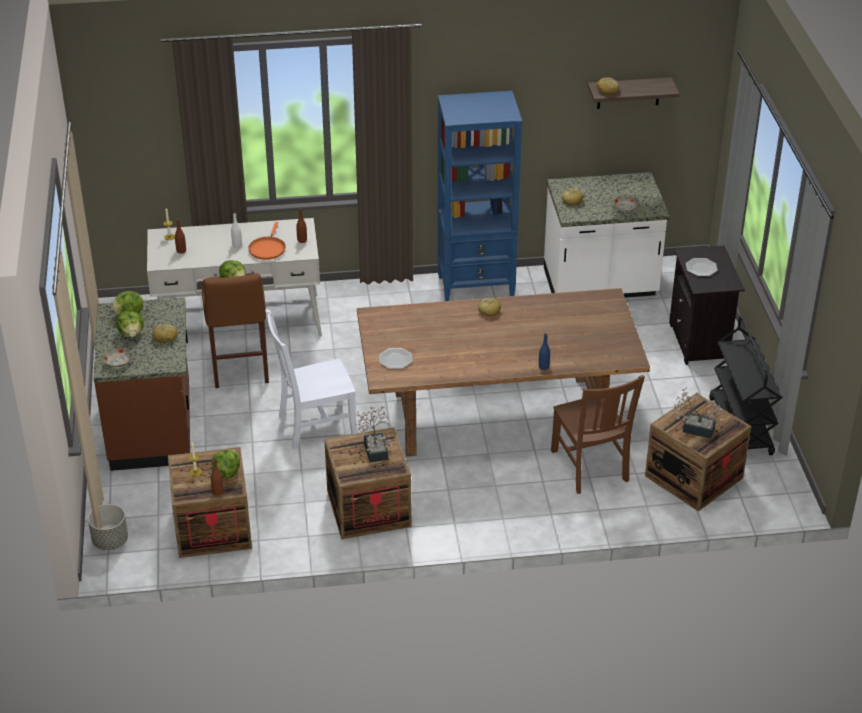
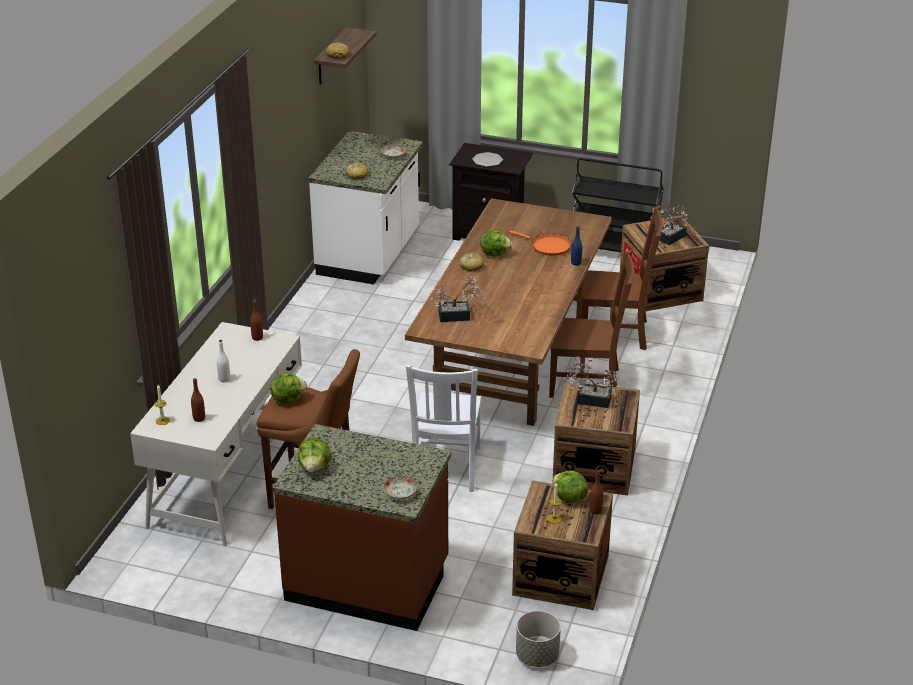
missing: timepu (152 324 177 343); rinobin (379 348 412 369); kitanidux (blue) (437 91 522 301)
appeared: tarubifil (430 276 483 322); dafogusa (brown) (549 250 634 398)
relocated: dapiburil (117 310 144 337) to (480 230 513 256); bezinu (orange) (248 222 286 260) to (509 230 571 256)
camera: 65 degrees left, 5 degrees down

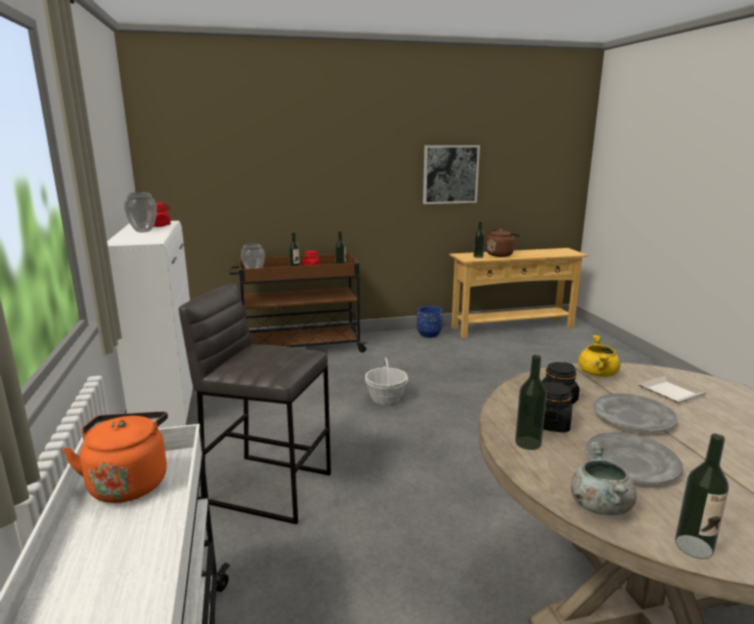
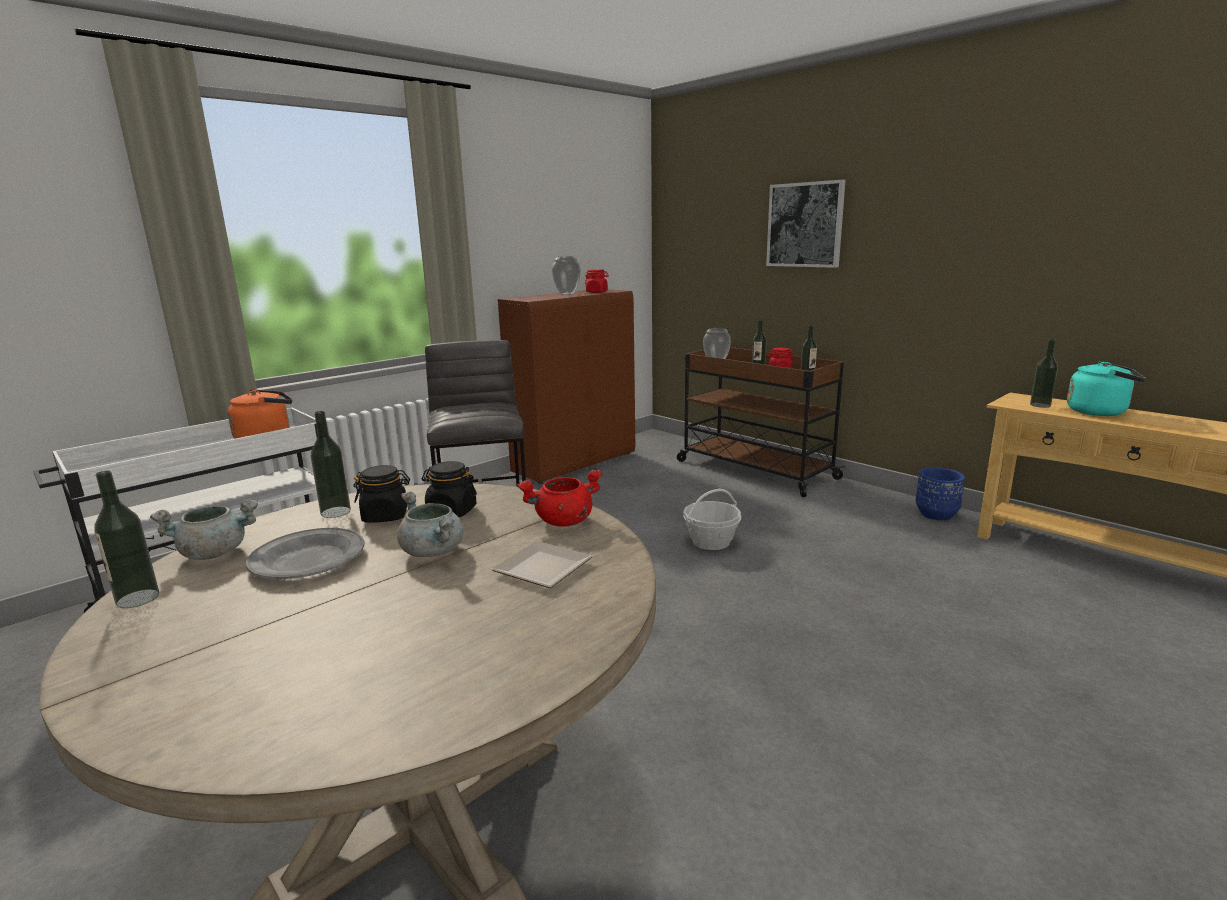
relocated: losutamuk (423 145 480 204) to (766 180 846 268)
exchanged: rinobin (grey) (593 393 678 432) to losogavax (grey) (397 491 463 557)
colour: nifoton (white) (107 221 193 428) to nifoton (brown) (498 289 635 483); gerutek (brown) (486 229 520 257) to gerutek (turquoise) (1067 361 1146 416); losogavax (yellow) (578 335 620 377) to losogavax (red) (517 470 602 527)
camera: 60 degrees right, 0 degrees up

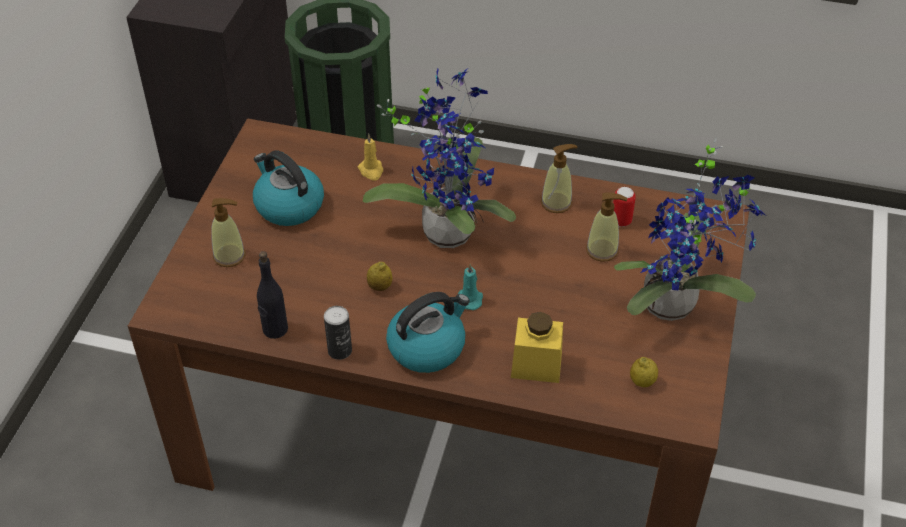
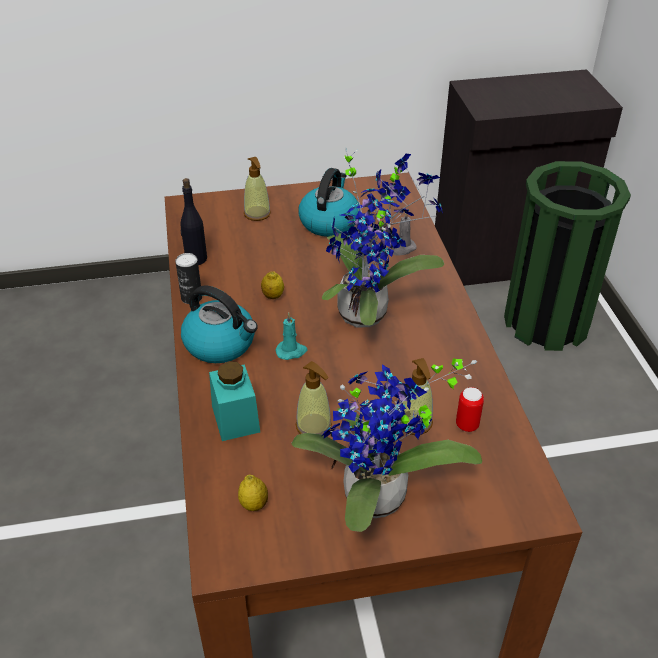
relocated: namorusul (541 144 577 213) to (296 361 332 434)
colour: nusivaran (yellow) (358 134 383 181) to nusivaran (grey) (392 211 417 256); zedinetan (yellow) (511 312 563 383) to zedinetan (turquoise) (209 362 260 441)
camera: 65 degrees right, 5 degrees down

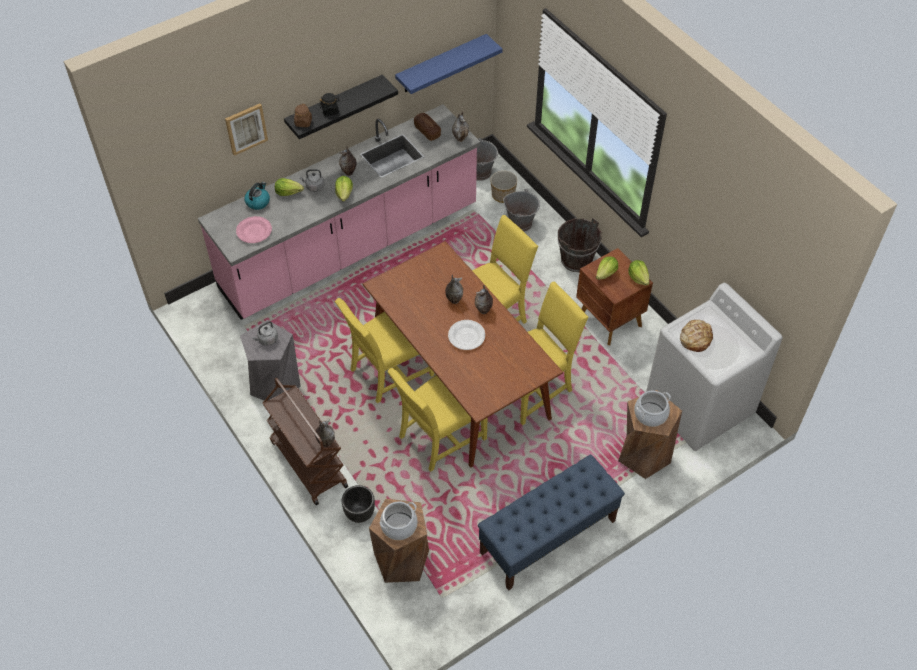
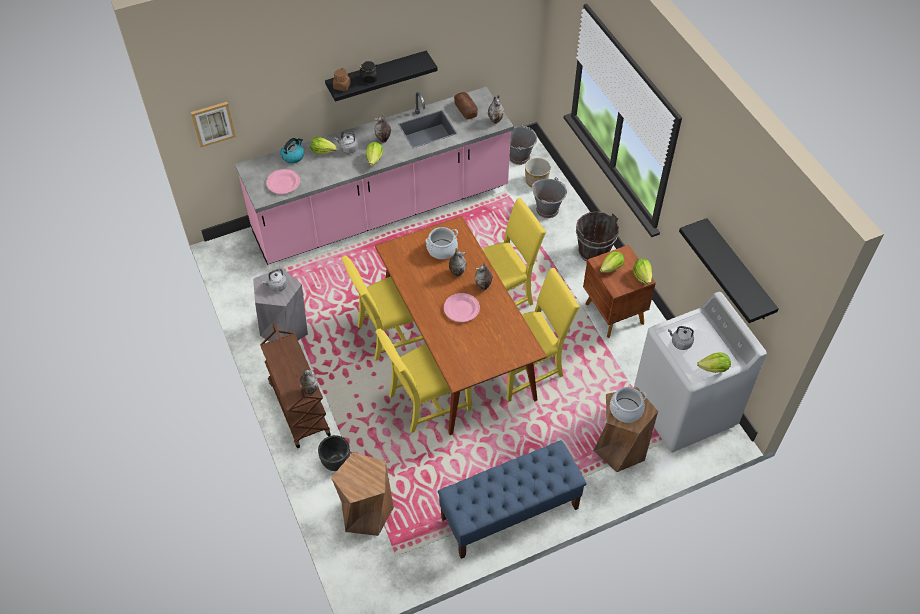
missing: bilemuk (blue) (395 34 503 94)
appeared: bilemuk (black) (679 218 779 323); dapiburil (697 352 731 373)
relocated: losutamuk (225 104 268 156) to (191 102 236 147); losogavax (380 501 418 540) to (425 227 458 259)
exchanged: timepu (680 320 713 352) to gerutek (grey) (668 326 694 350)
colour: rinobin (white) (448 320 485 350) to rinobin (pink) (444 293 480 322)
camera: 10 degrees right, 0 degrees up

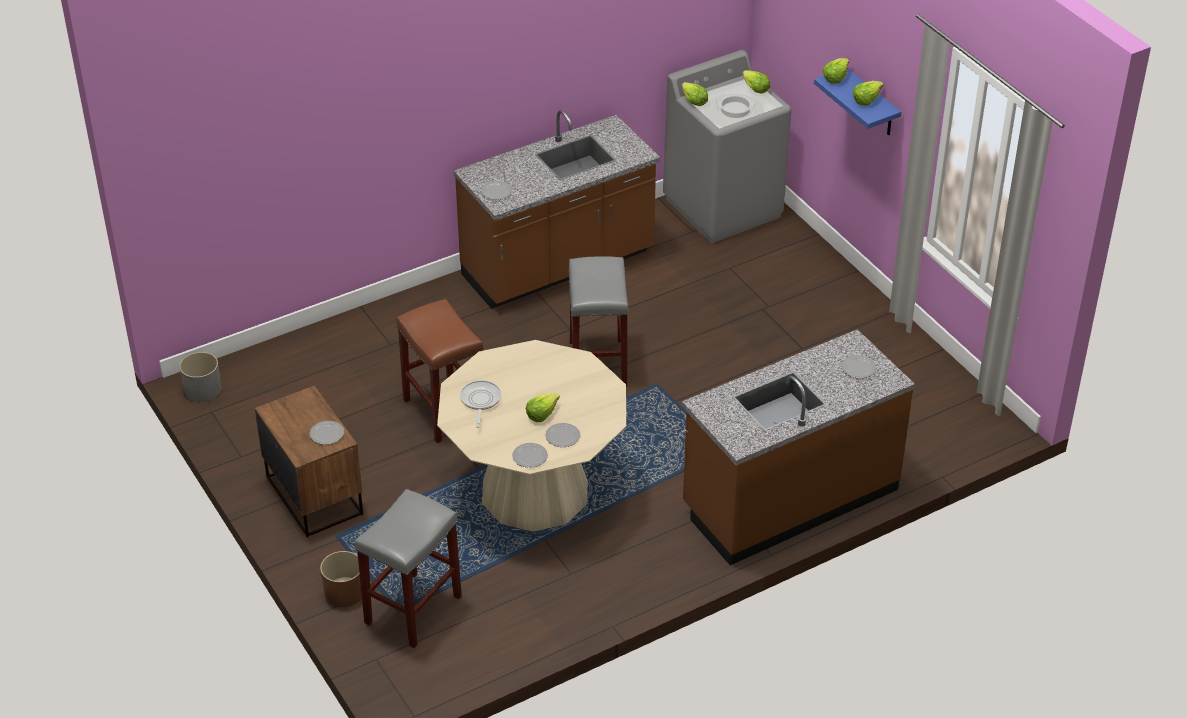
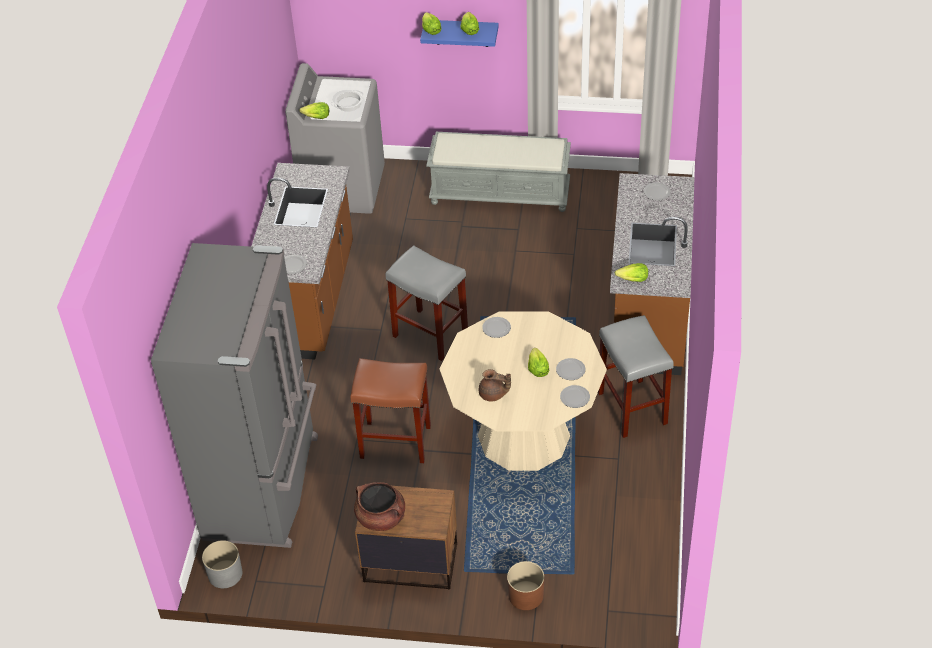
appeared: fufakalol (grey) (151 243 318 548); losogavax (brown) (354 482 405 531); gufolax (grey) (426 131 571 212)
relocated: rinobin (310 421 344 445) to (482 317 511 338); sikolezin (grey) (355 489 462 648) to (598 315 674 438); dapiburil (742 70 770 94) to (615 263 648 282)
exchanged: bezinu (460 380 501 428) to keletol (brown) (479 369 511 402)
camera: 50 degrees left, 5 degrees up

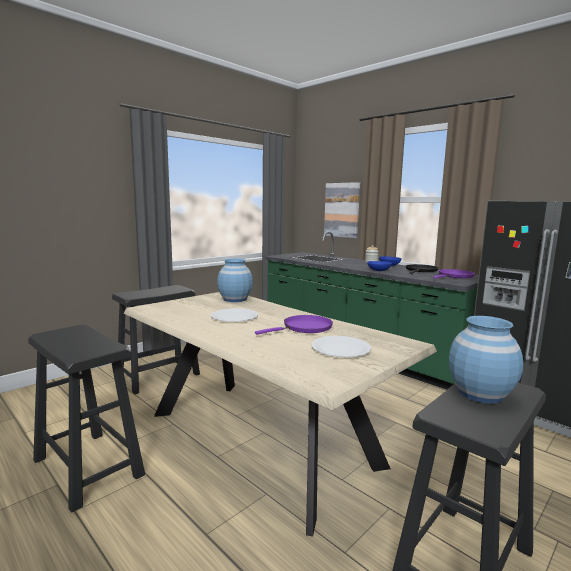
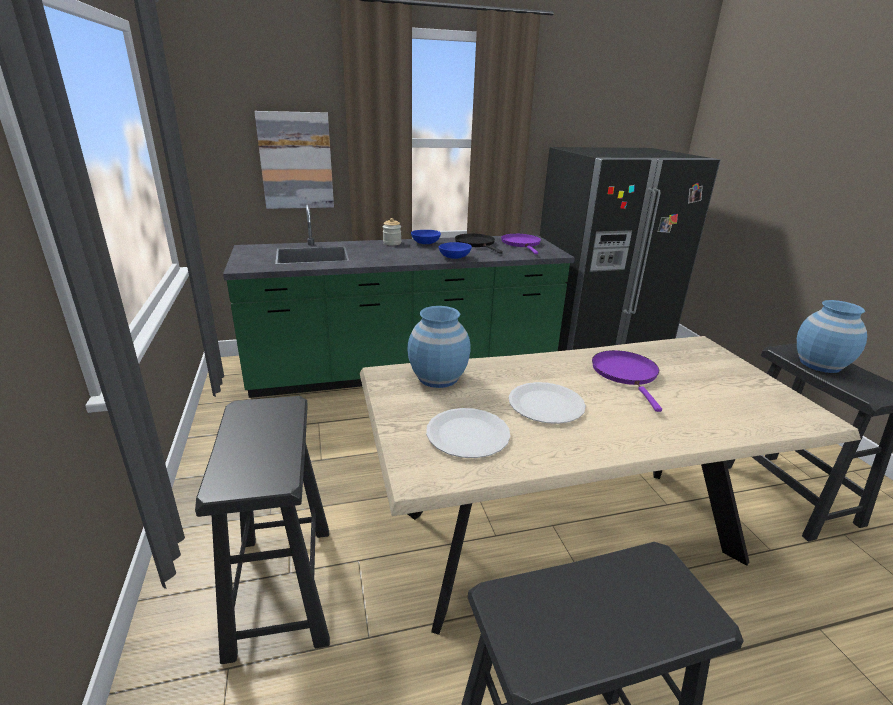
relocated: rinobin (white) (311 336 371 357) to (426 408 510 458)
camera: 60 degrees left, 15 degrees up

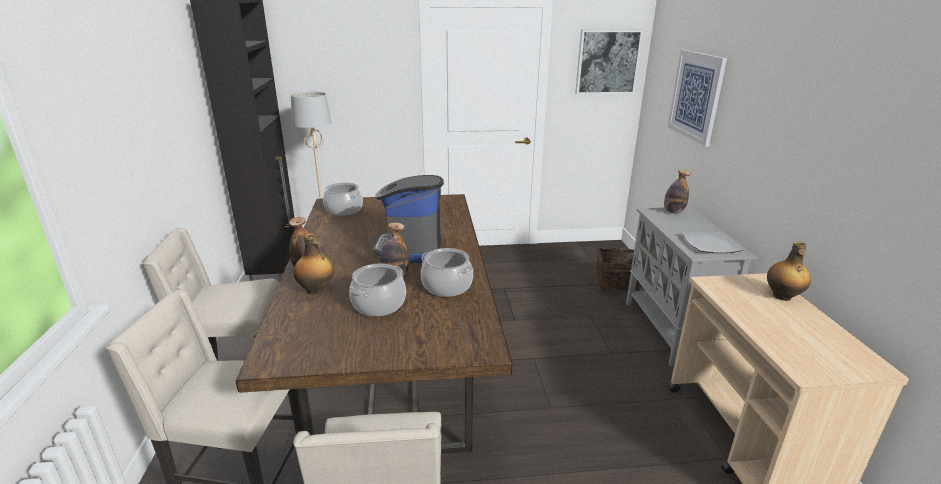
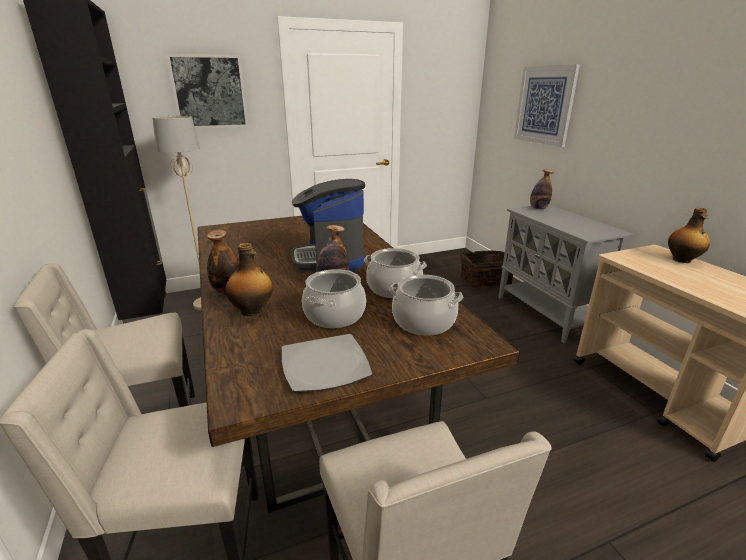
relocated: losogavax (323 182 363 216) to (389 275 463 336); losutamuk (575 29 643 95) to (166 54 248 129); rinobin (682 232 744 253) to (282 334 372 392)
camera: 15 degrees left, 0 degrees up

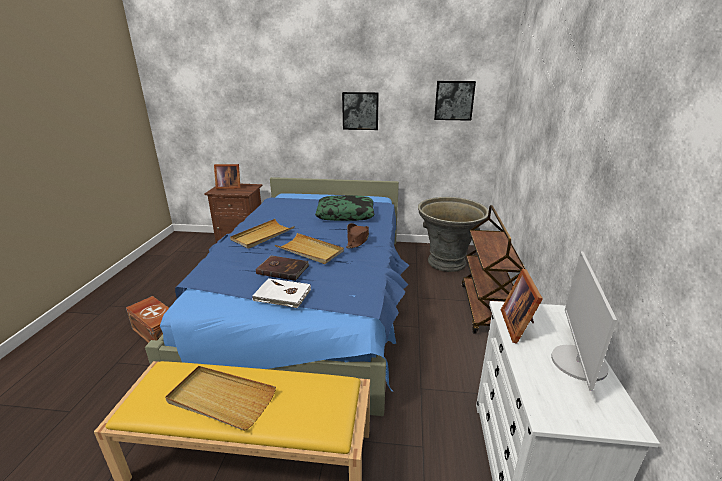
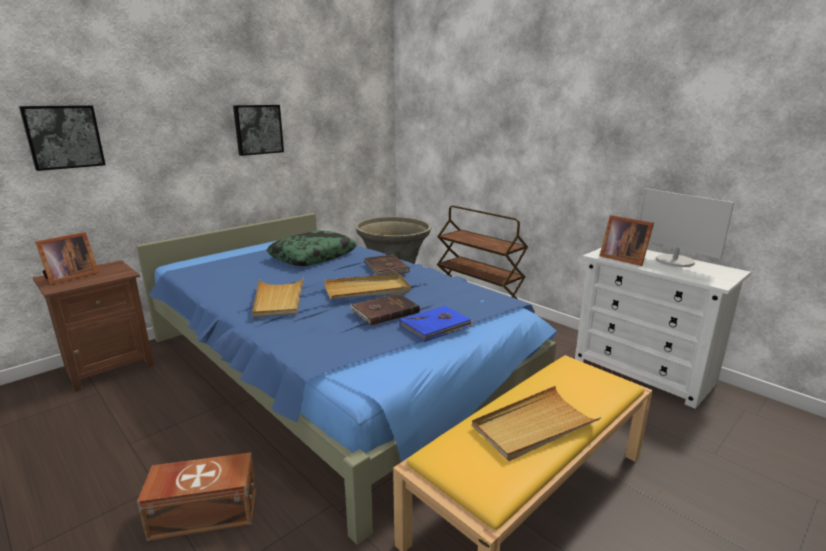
relocated: losutamuk (434 81 476 121) to (19 105 106 171)
exchanged: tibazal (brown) (346 223 369 249) to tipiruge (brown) (364 254 410 276)
colour: tipiruge (white) (252 278 311 308) to tipiruge (blue) (399 306 474 342)
camera: 50 degrees left, 5 degrees down

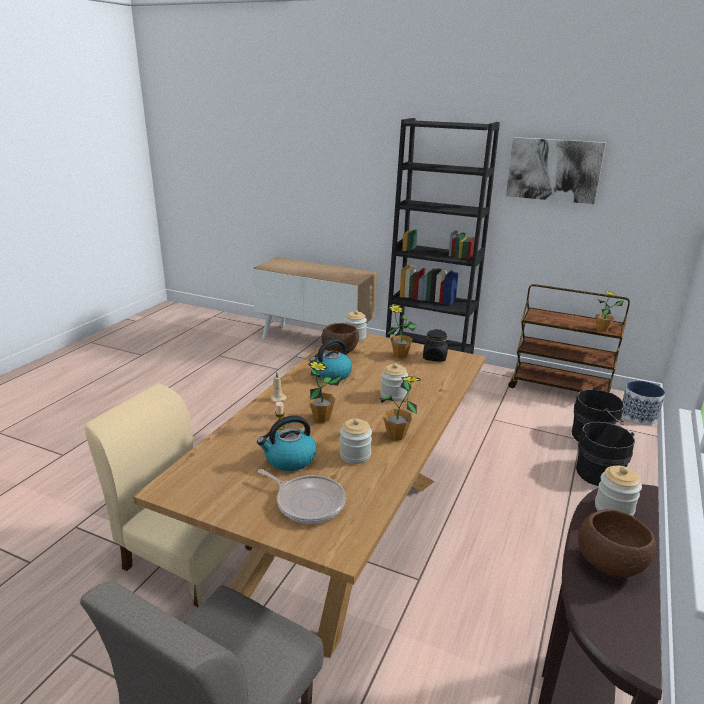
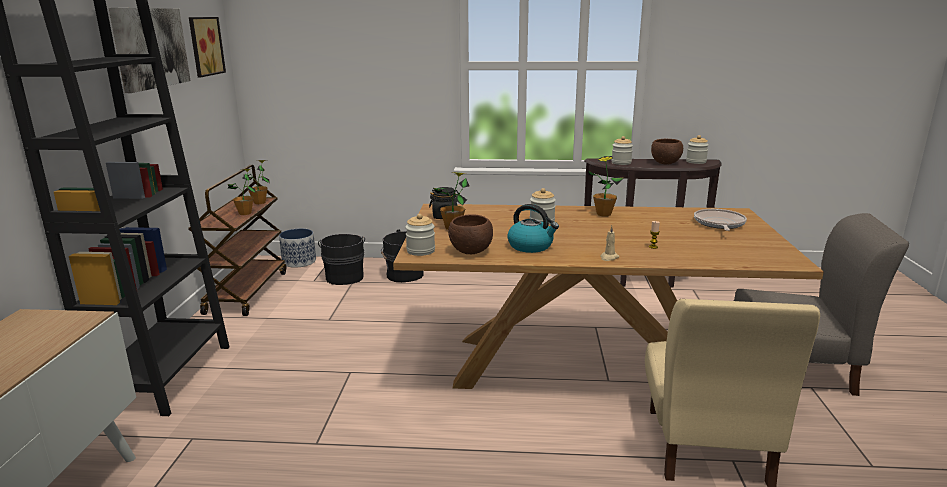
missing: gerutek (257 415 316 471)
appeared: losutamuk (189 17 226 77)
relocated: tarubifil (308 361 342 423) to (227 169 255 215); zedinetan (340 418 372 464) to (686 135 709 164)
camera: 110 degrees left, 5 degrees down

